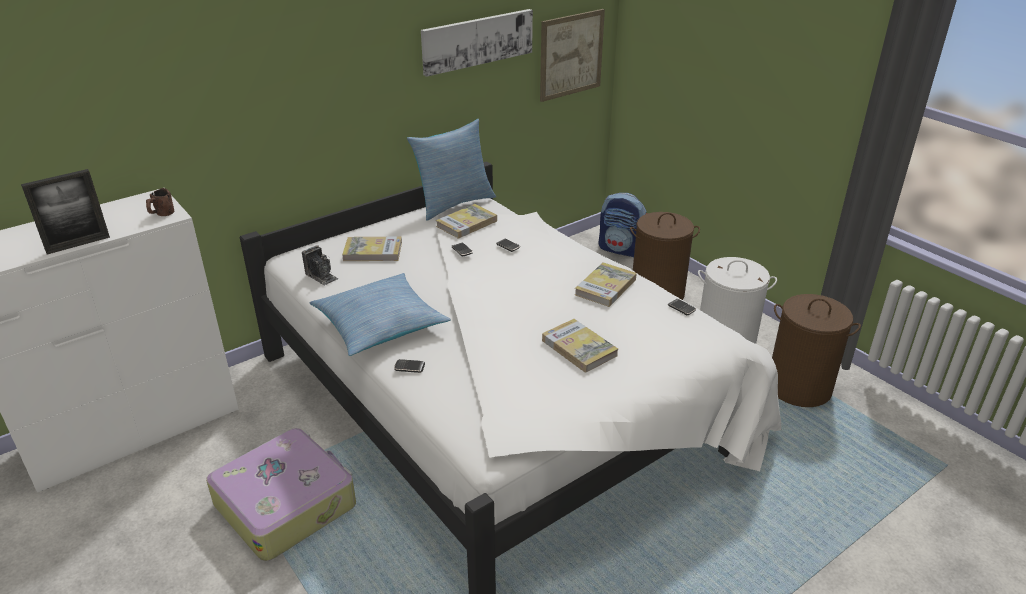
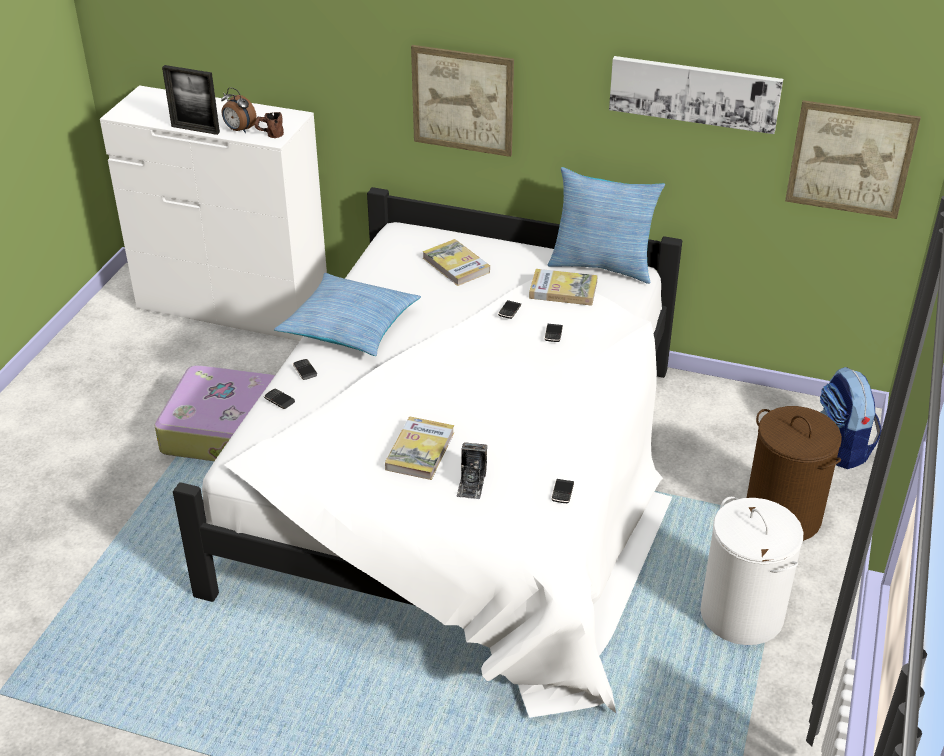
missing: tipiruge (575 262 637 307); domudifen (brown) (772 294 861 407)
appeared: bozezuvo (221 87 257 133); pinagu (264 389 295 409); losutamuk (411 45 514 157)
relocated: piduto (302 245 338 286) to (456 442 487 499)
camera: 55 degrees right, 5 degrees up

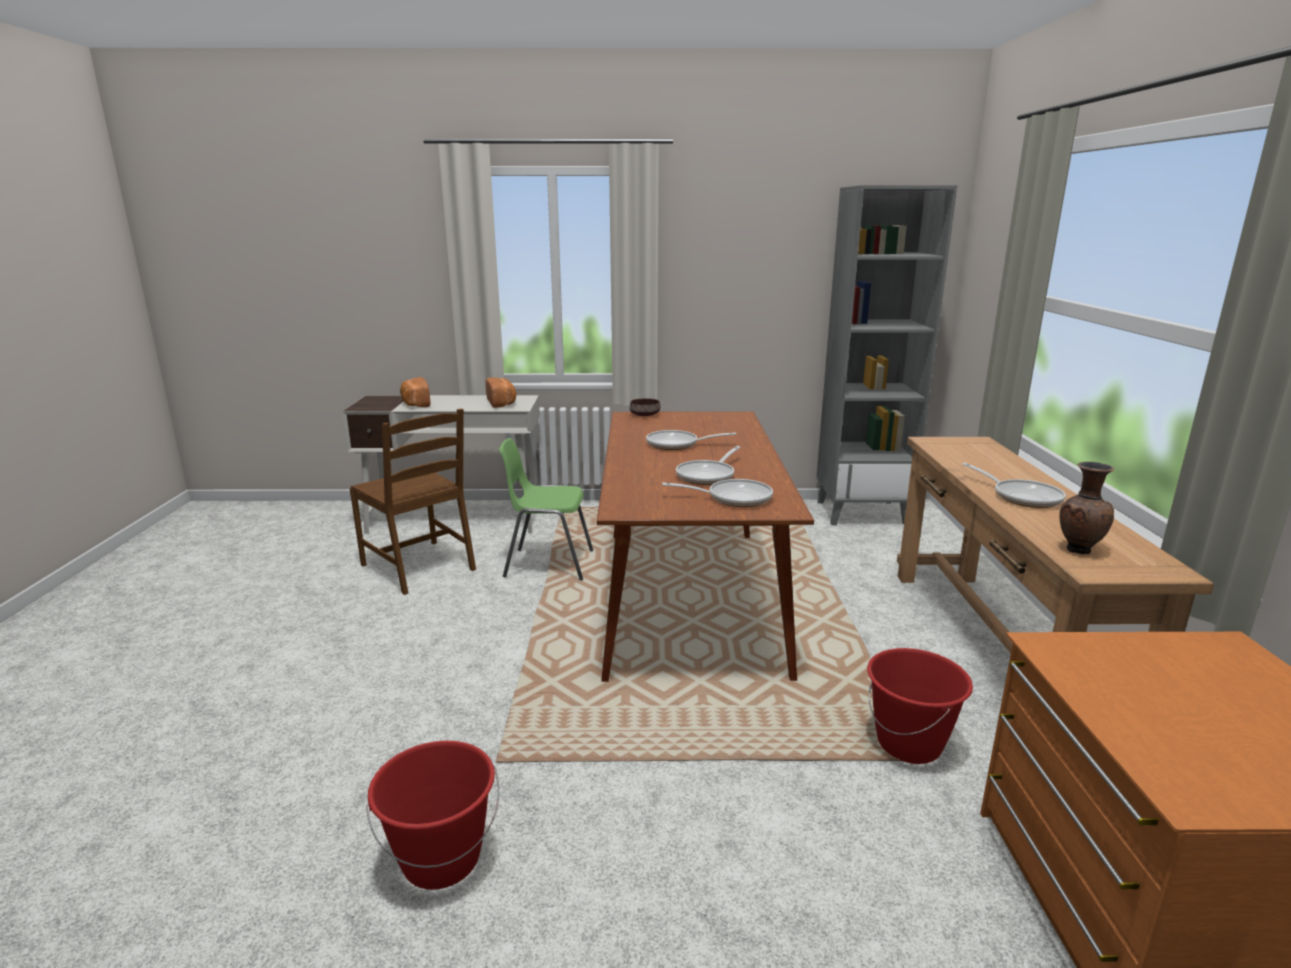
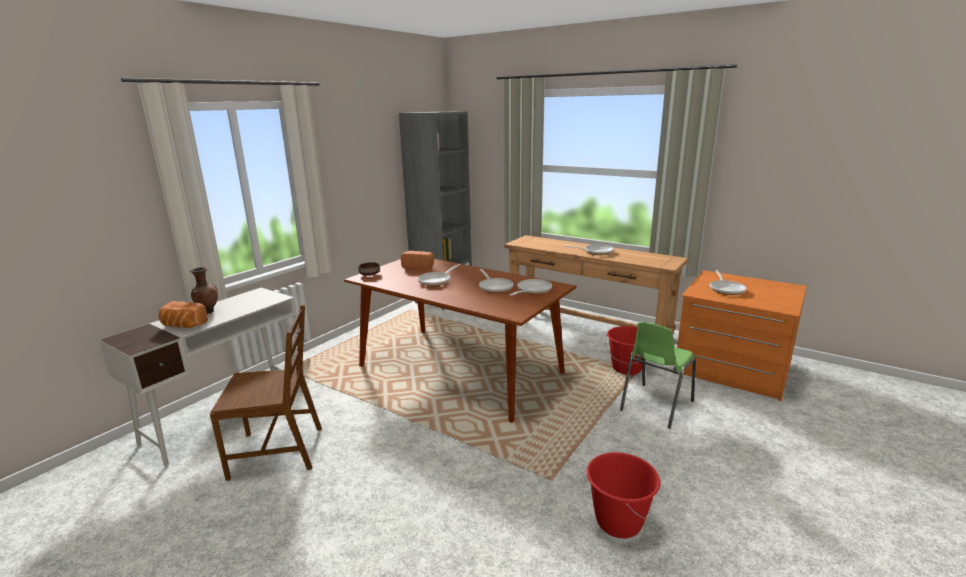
appeared: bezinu (710 270 746 295)
relocated: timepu (486 378 516 408) to (401 251 434 270); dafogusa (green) (499 438 593 581) to (620 322 696 429); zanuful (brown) (1060 462 1114 554) to (190 267 218 314)
camera: 55 degrees left, 0 degrees up

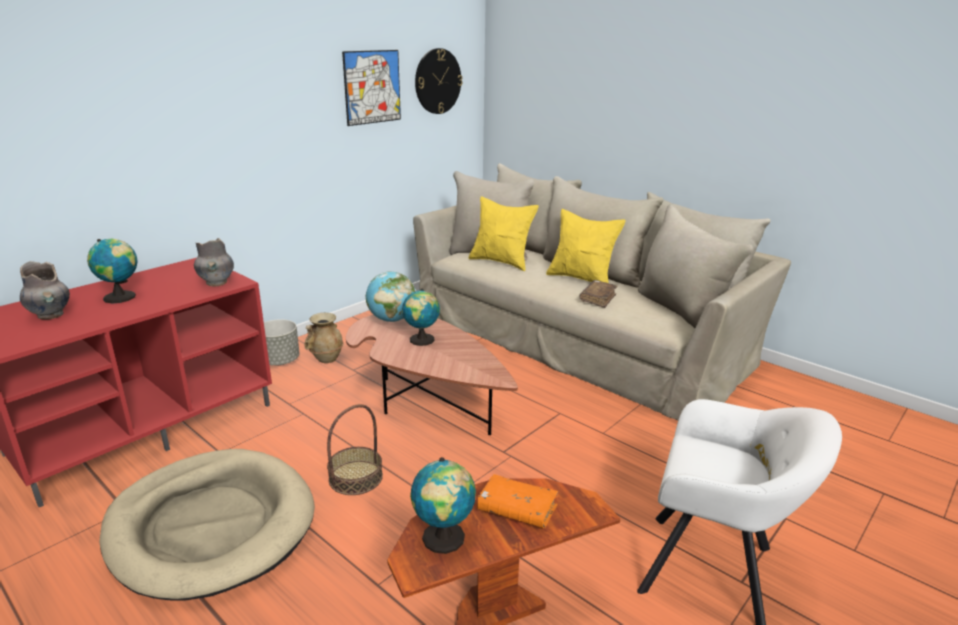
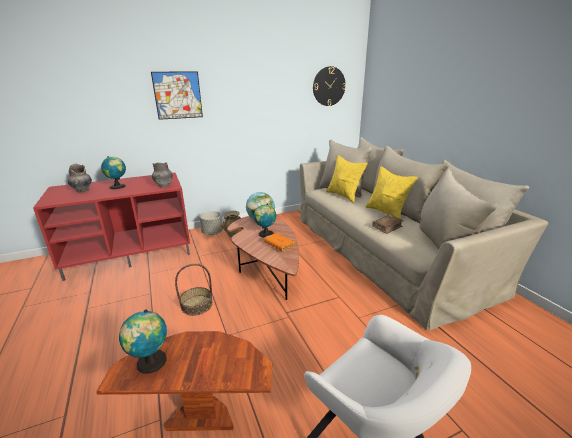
missing: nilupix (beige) (99 449 315 601)
relocated: losutamuk (342 50 401 126) to (151 71 203 120); tipiruge (orange) (477 474 558 528) to (264 233 296 252)
camera: 25 degrees right, 0 degrees up

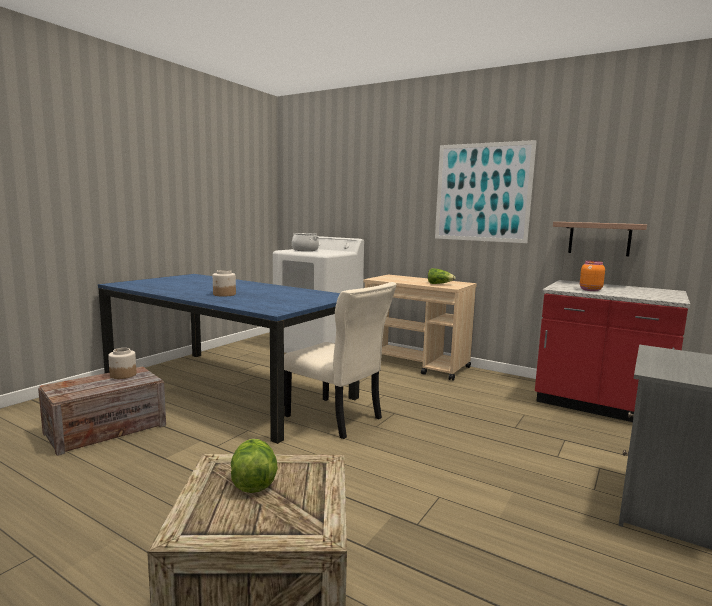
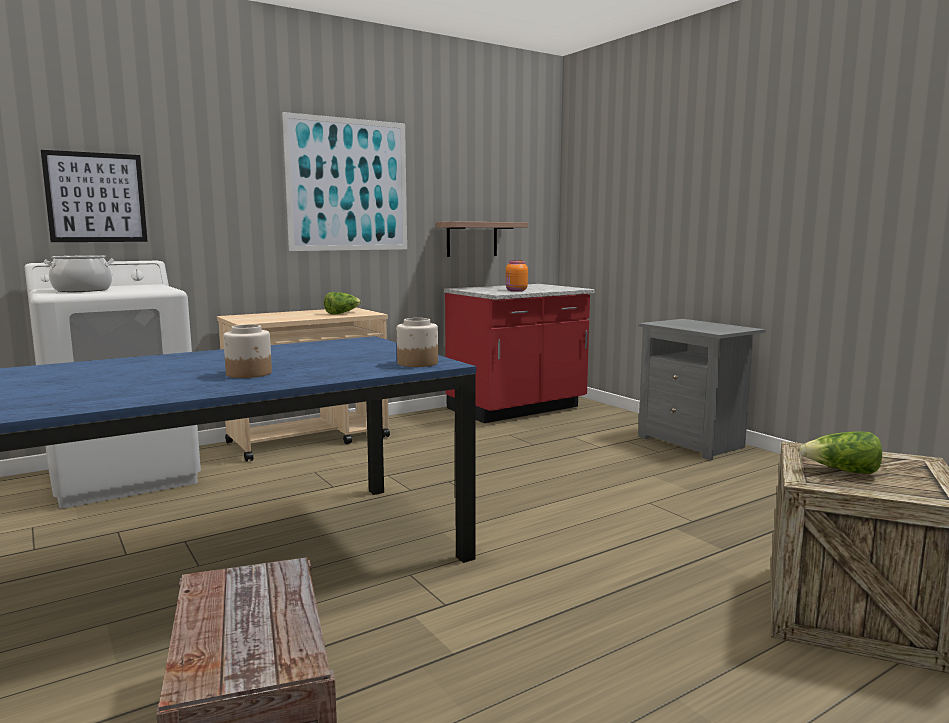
missing: dafogusa (beige) (284 282 397 439)
appeared: losutamuk (41 150 148 242)
relocated: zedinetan (108 348 136 379) to (397 318 438 367)
camera: 65 degrees left, 0 degrees up

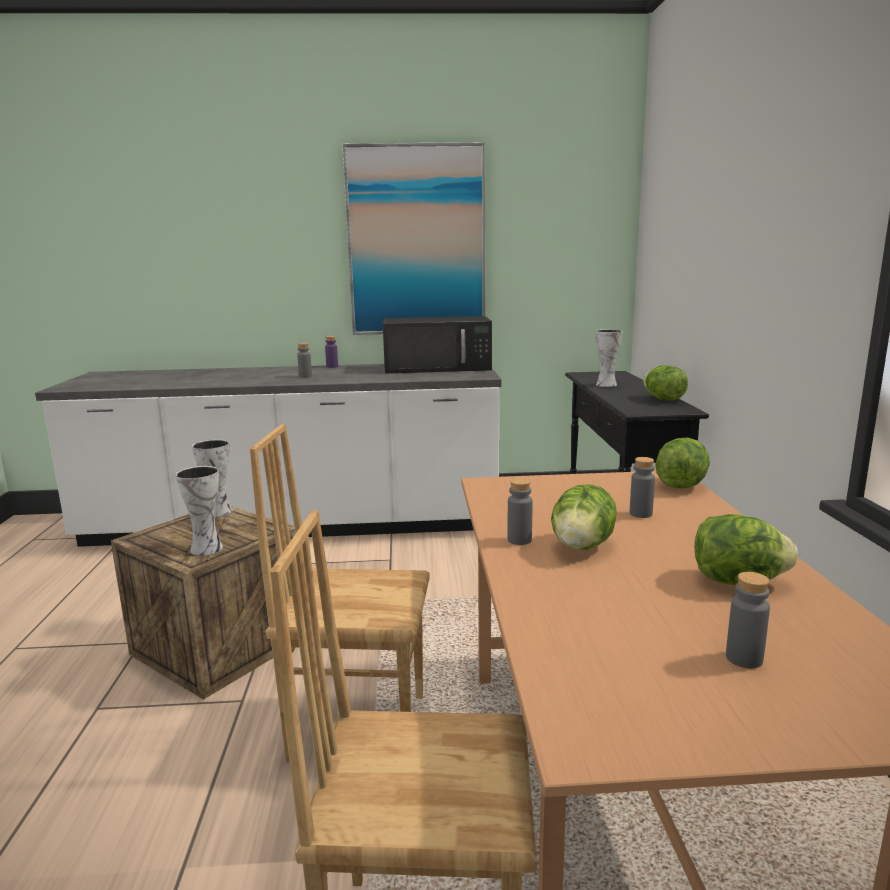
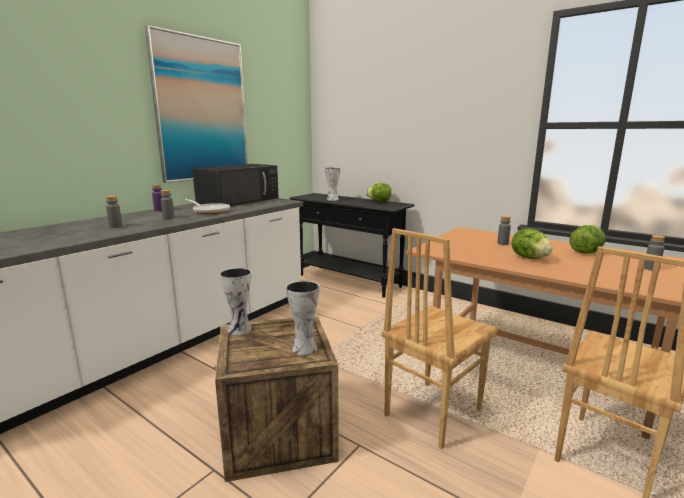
missing: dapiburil (655 437 710 489)
appeared: bezinu (185 199 230 214)
relocated: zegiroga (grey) (507 478 533 545) to (106 196 122 228)
camera: 50 degrees left, 0 degrees up

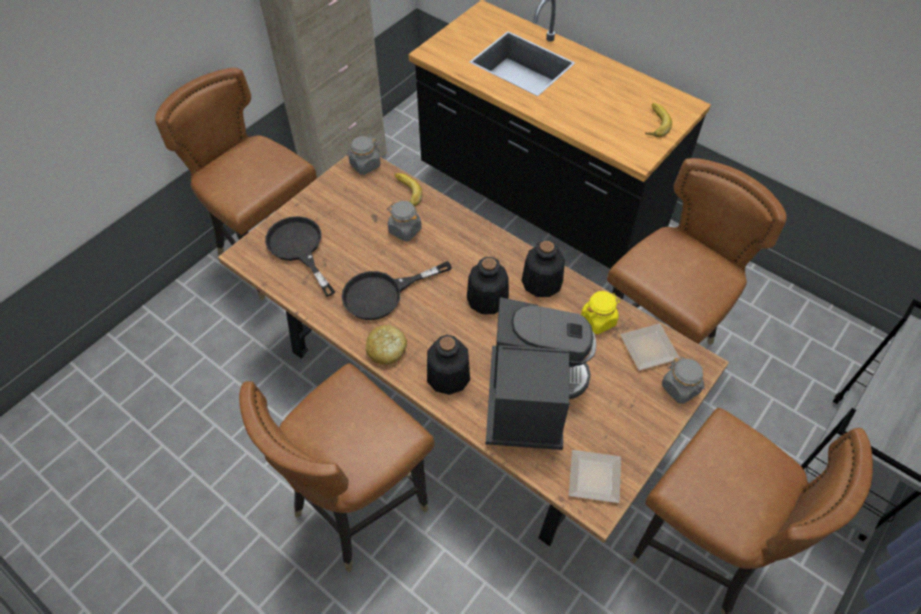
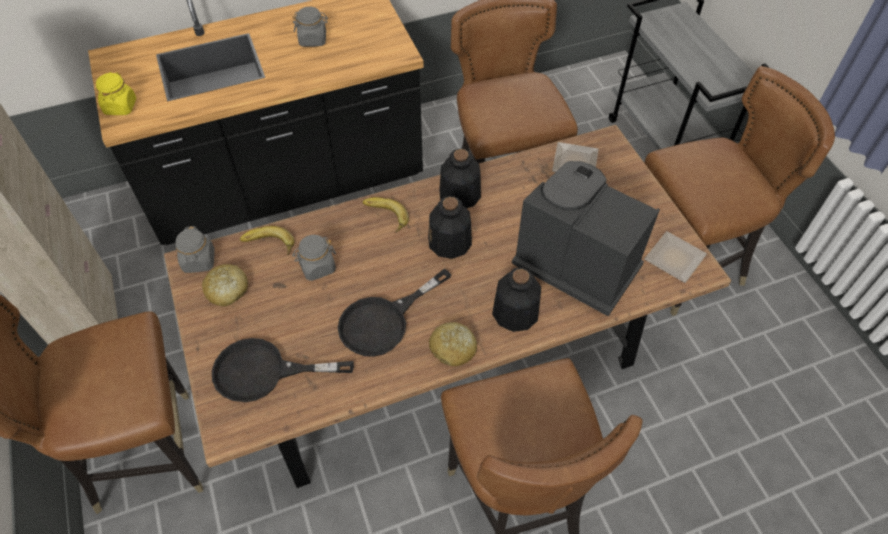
appeared: timepu (202 264 248 306)
relocated: zedinetan (yellow) (581 291 620 334) to (96 72 136 115); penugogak (645 103 672 137) to (362 197 409 233); zedinetan (grey) (662 357 705 404) to (293 7 328 47)
spun: bezinu (black) (342 261 452 320) = (338 268 451 357) 45 degrees clockwise
camera: 60 degrees left, 0 degrees up

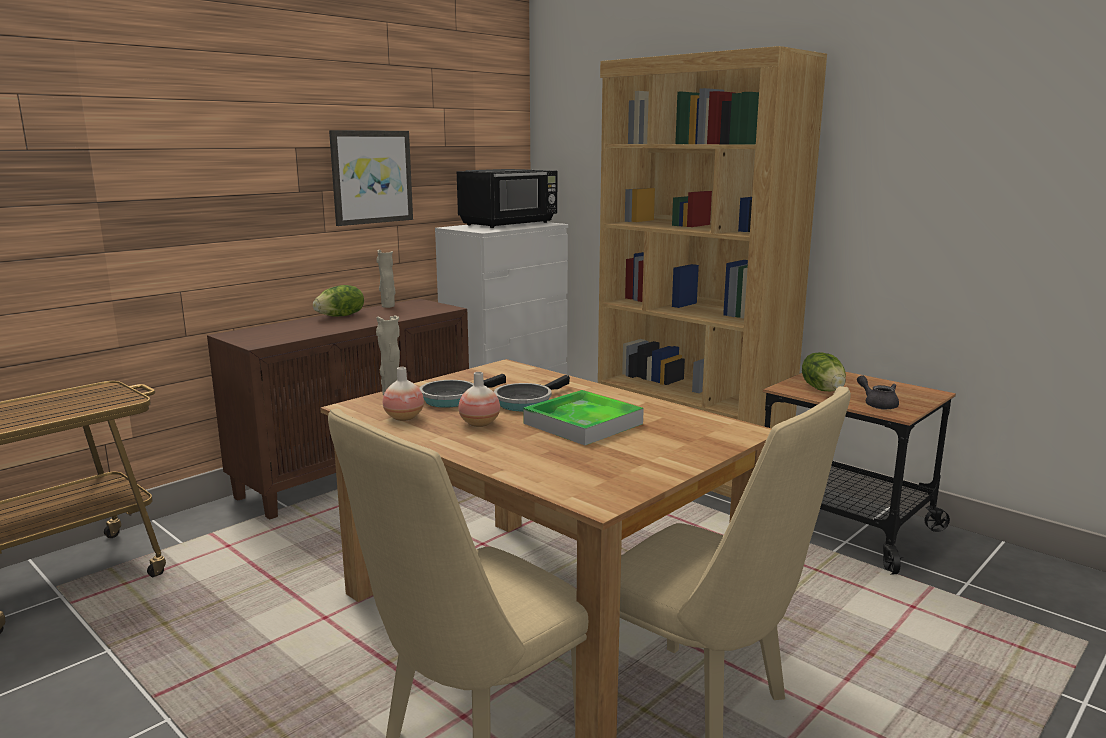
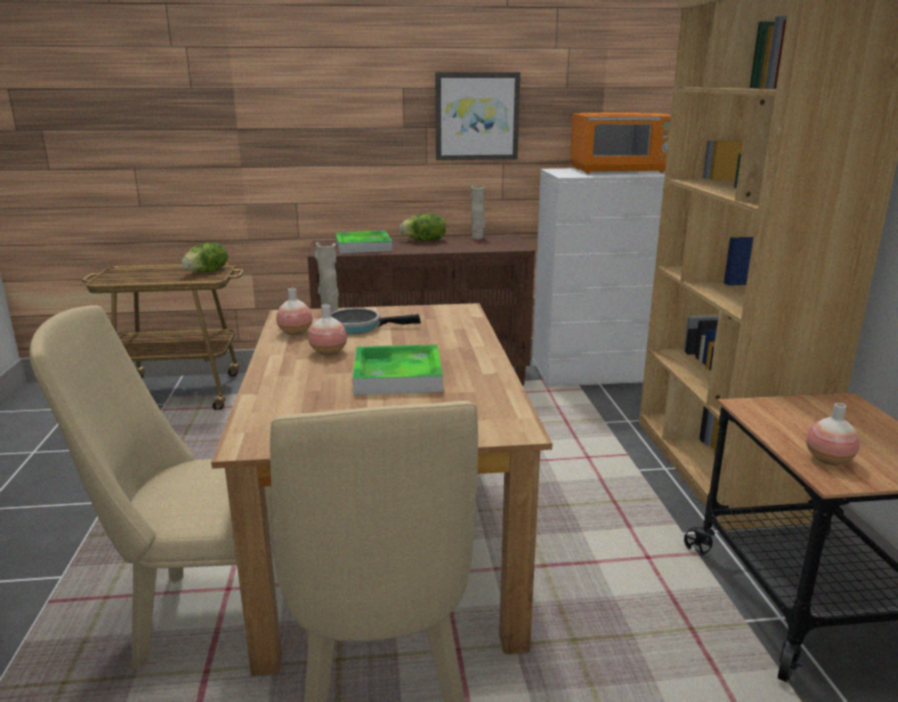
missing: bezinu (494 375 570 411)
appeared: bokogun (335 230 392 254)
relocated: dapiburil (802 352 846 391) to (181 242 228 273)
exchanged: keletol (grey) (857 375 899 410) to zanuful (806 403 860 465)
colour: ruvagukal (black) (457 169 557 228) to ruvagukal (orange) (570 112 671 173)
camera: 40 degrees right, 5 degrees up

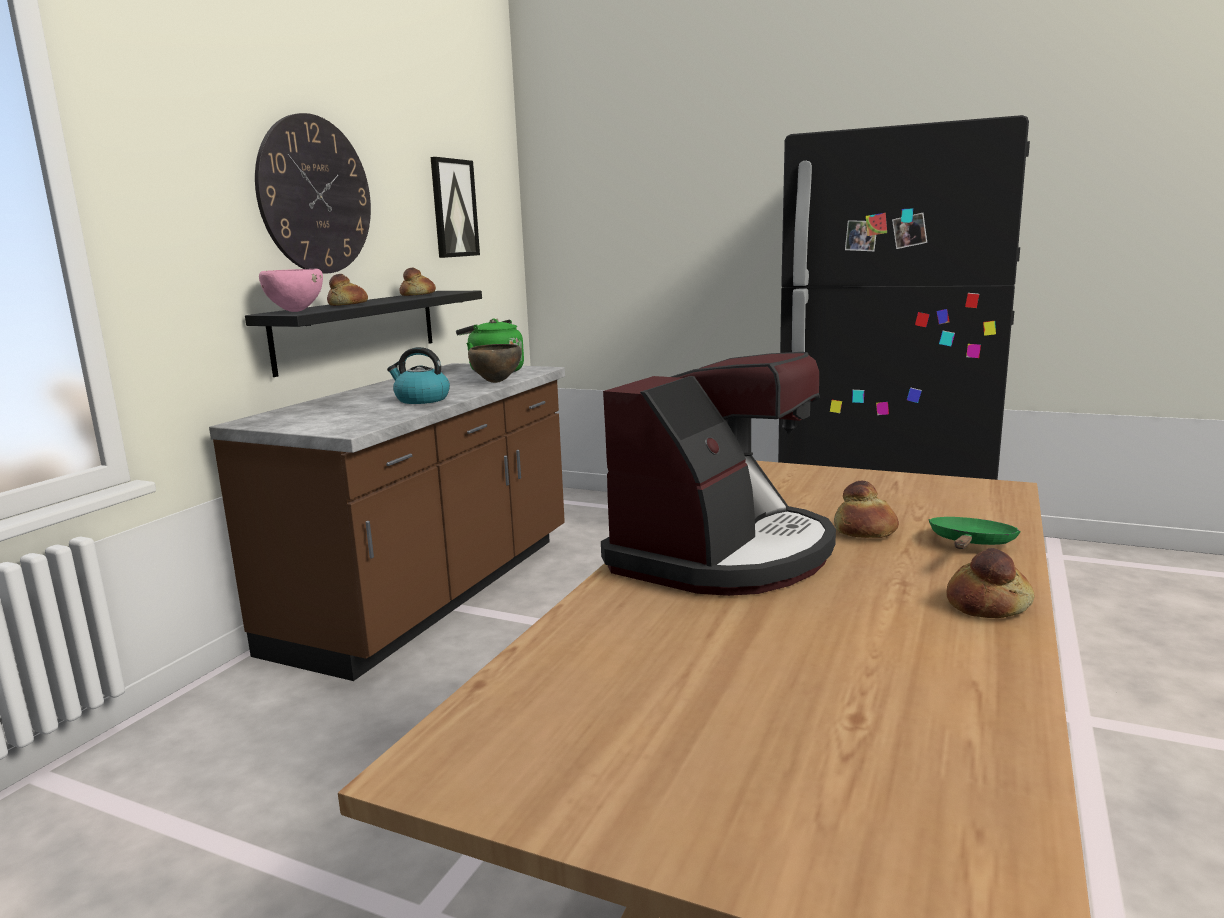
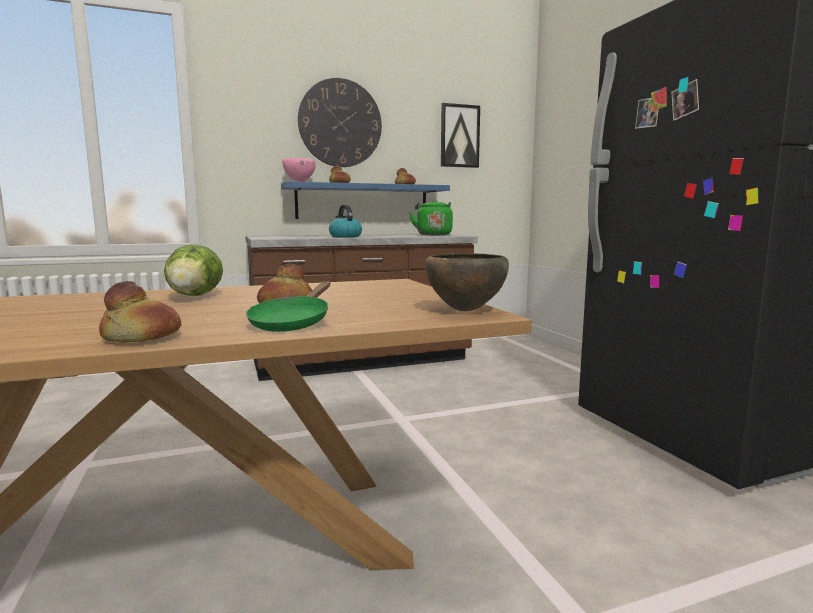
relocated: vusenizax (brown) (468 344 521 383) to (425 253 509 311)
exchanged: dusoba (601 352 836 596) to dapiburil (164 244 223 296)
colour: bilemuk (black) (245 291 482 377) to bilemuk (blue) (281 181 450 219)
spun: bezinu (green) (928 517 1021 549) = (246 281 330 332) 120 degrees clockwise
camera: 45 degrees right, 5 degrees down

